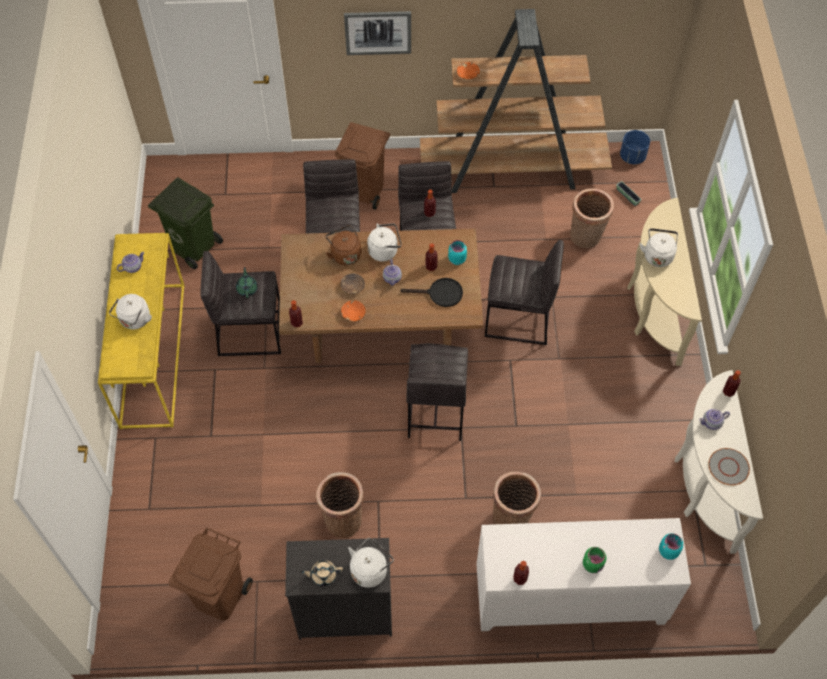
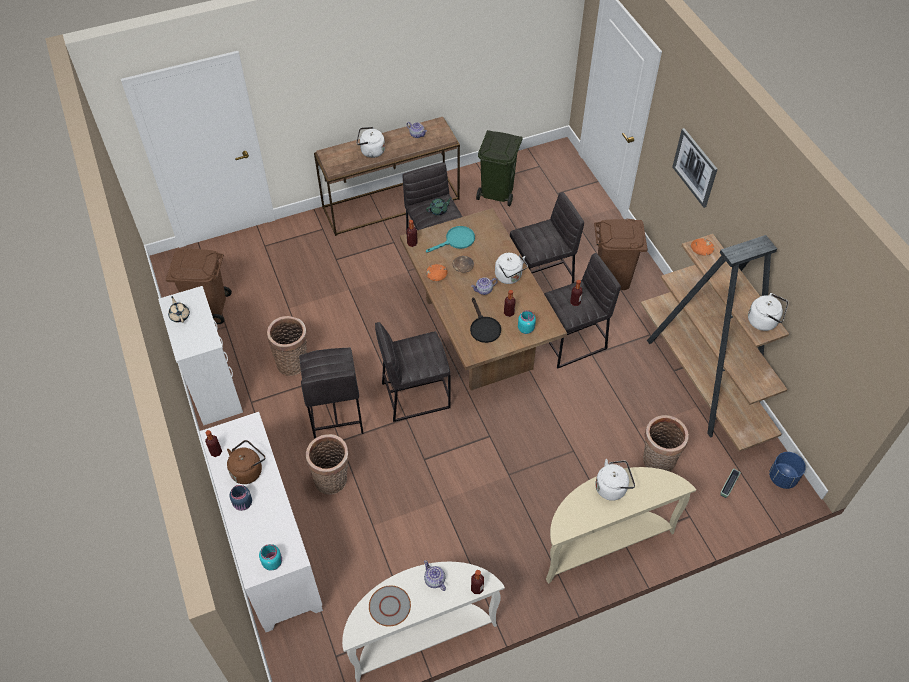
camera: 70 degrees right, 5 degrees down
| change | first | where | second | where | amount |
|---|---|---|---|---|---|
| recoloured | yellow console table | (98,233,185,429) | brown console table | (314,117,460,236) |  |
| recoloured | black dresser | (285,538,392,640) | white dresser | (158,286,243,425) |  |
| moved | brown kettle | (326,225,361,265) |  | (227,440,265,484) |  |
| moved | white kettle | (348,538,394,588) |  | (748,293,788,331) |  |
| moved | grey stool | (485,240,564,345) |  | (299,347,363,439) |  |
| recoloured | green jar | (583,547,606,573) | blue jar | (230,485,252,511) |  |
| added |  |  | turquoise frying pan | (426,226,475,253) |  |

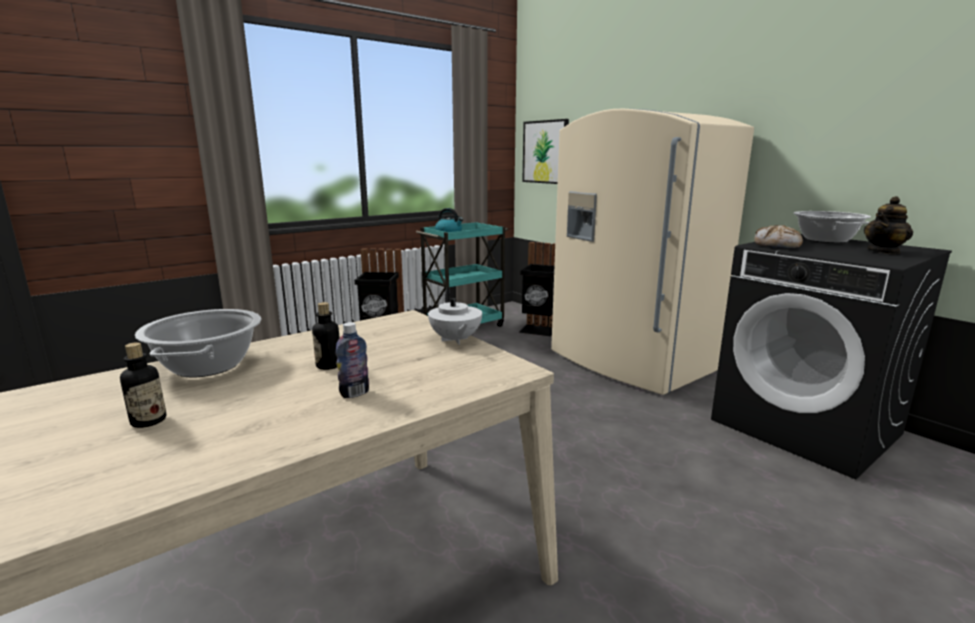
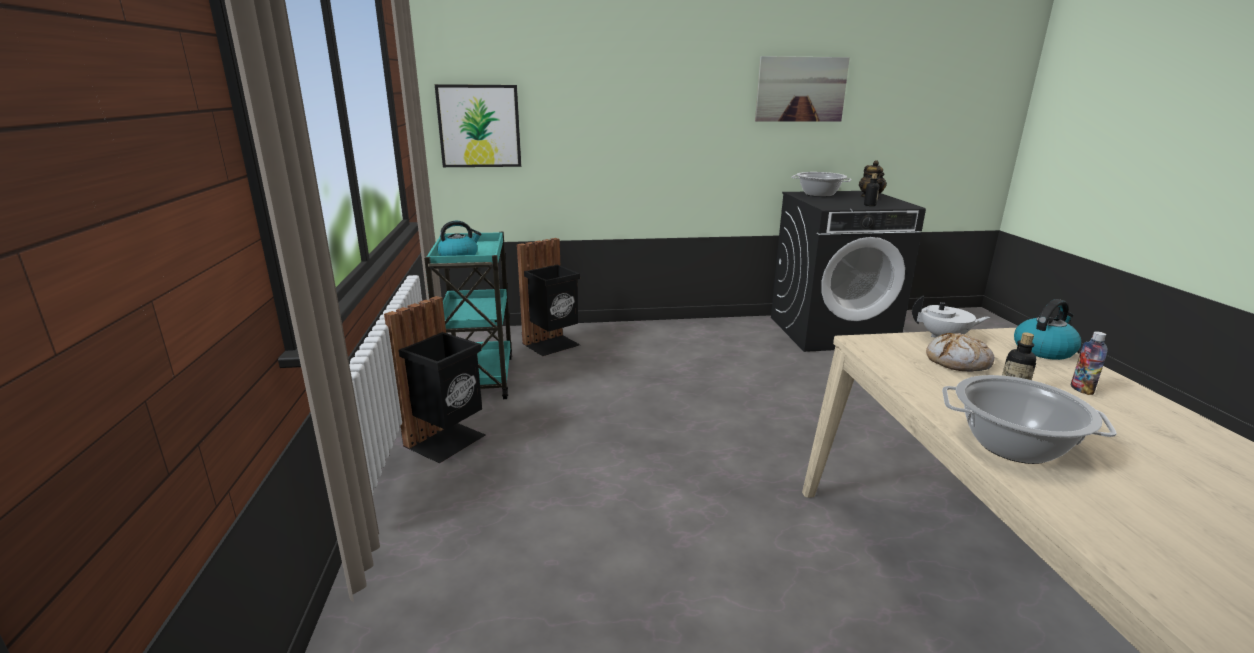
camera: 60 degrees left, 5 degrees up
| change | first | where | second | where | amount |
|---|---|---|---|---|---|
| moved | bottle | (120,342,166,428) |  | (864,173,879,206) |  |
| removed | beige fridge | (551,109,754,395) |  |  |  |
| moved | bread | (754,225,803,248) |  | (926,333,995,371) |  |
| added |  |  | picture | (755,56,850,122) |  |
| added |  |  | kettle | (1014,299,1081,360) |  |

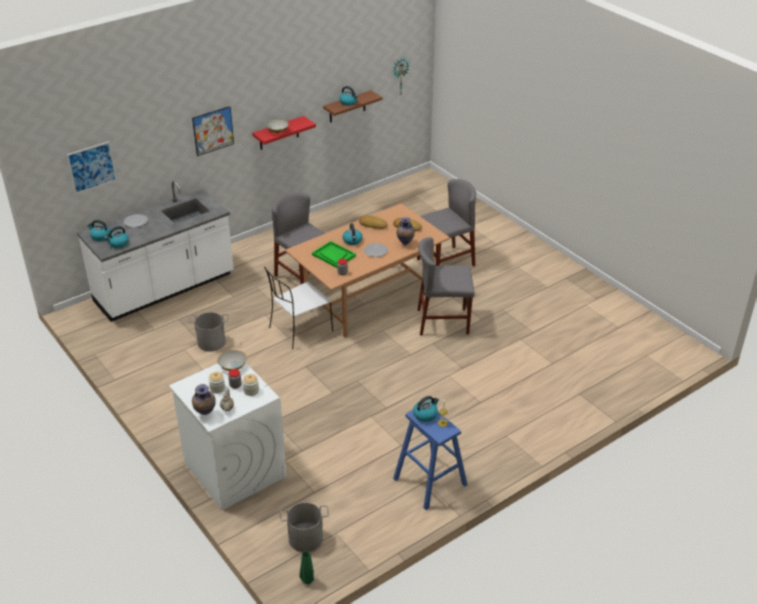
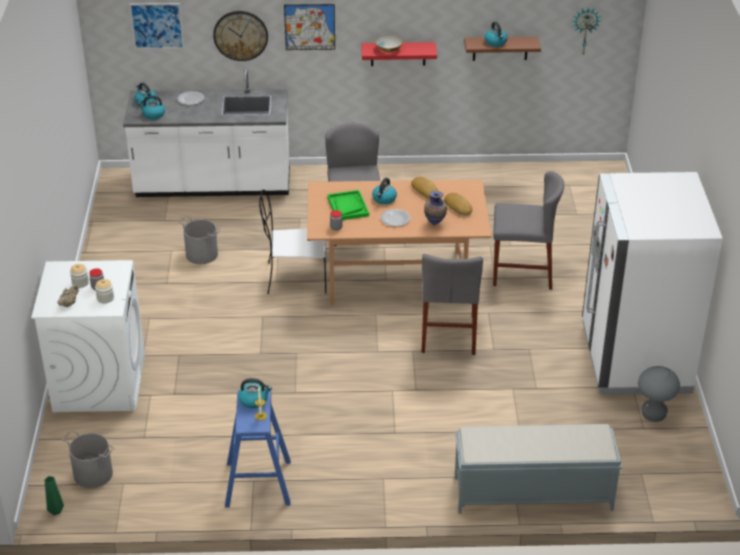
camera: 35 degrees right, 0 degrees up
| change | first | where | second | where | amount |
|---|---|---|---|---|---|
| removed | vase | (192,384,216,415) |  |  |  |
| removed | bowl | (217,350,247,371) |  |  |  |
| turned | grey chair | (418,237,475,336) |  | (421,254,483,355) | 120 degrees counterclockwise |
| added |  |  | wall clock | (213,11,268,61) |  |
| added |  |  | grey bench | (455,424,622,514) |  |
| added |  |  | white fridge | (582,172,723,395) |  |
| added |  |  | grey stool | (638,366,680,422) |  |

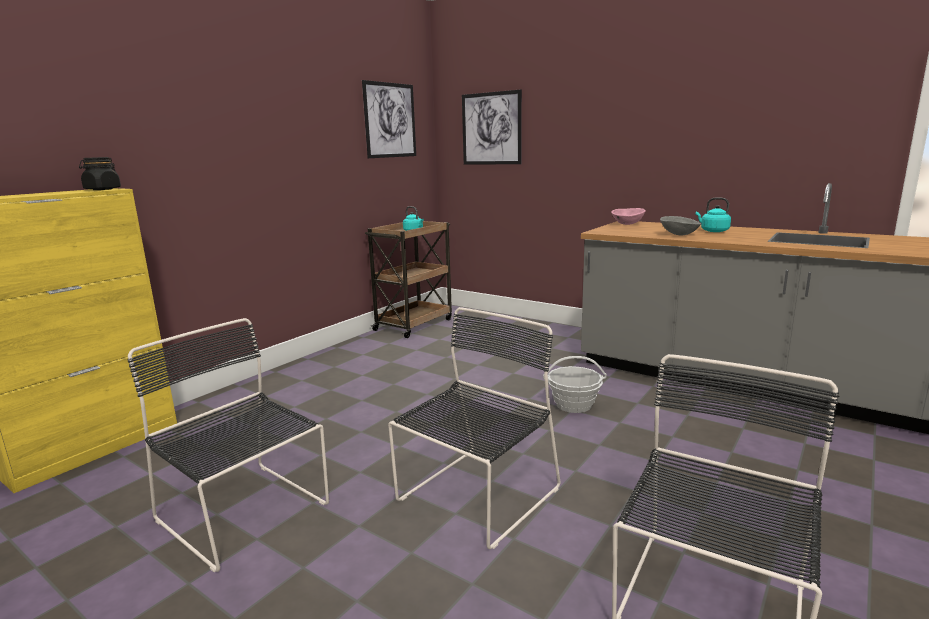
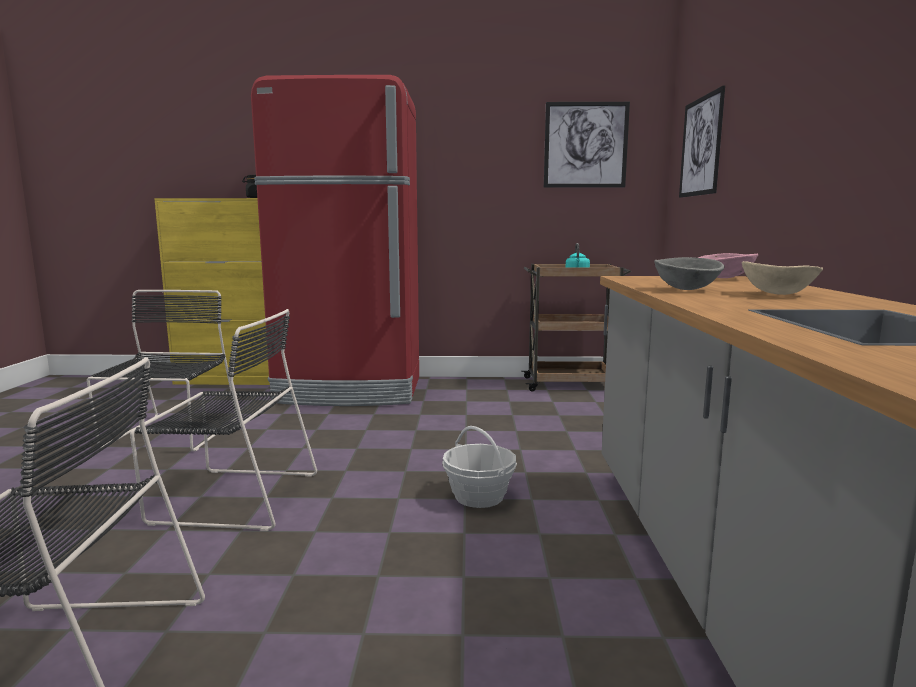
camera: 55 degrees right, 5 degrees down
| change | first | where | second | where | amount |
|---|---|---|---|---|---|
| replaced | turquoise kettle | (696,197,731,232) | beige bowl | (742,261,823,295) |  |
| added |  |  | red fridge | (251,75,419,406) |  |

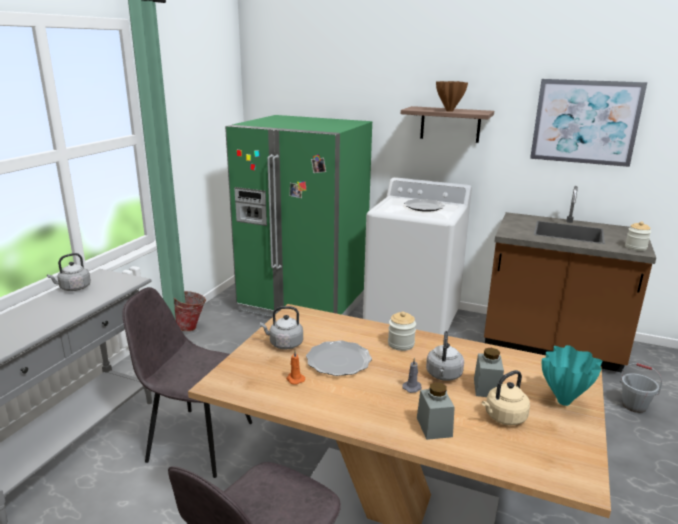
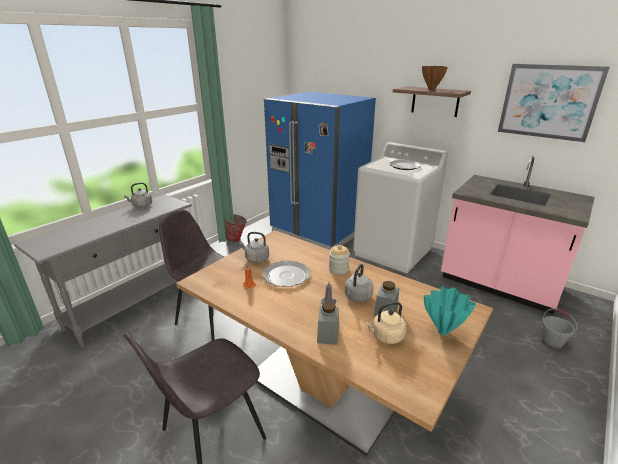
camera: 15 degrees right, 5 degrees up
| change | first | where | second | where | amount |
|---|---|---|---|---|---|
| recoloured | green fridge | (225,115,372,317) | blue fridge | (264,92,376,250) |  |
| recoloured | brown counter | (484,186,656,372) | pink counter | (441,156,595,314) |  |
| removed | jar | (625,221,651,251) |  |  |  |

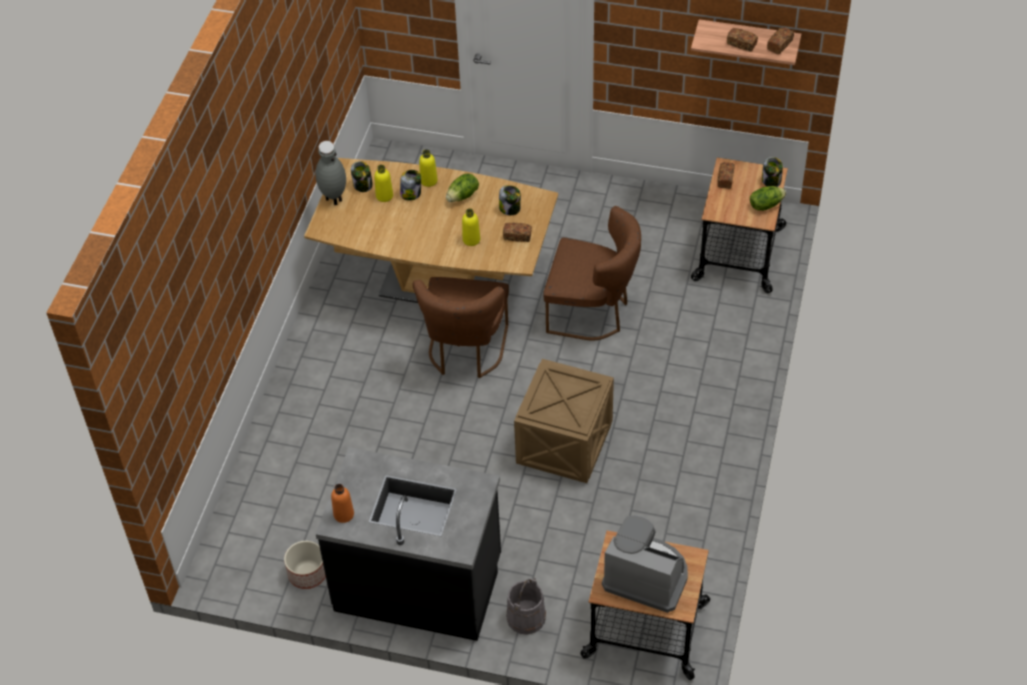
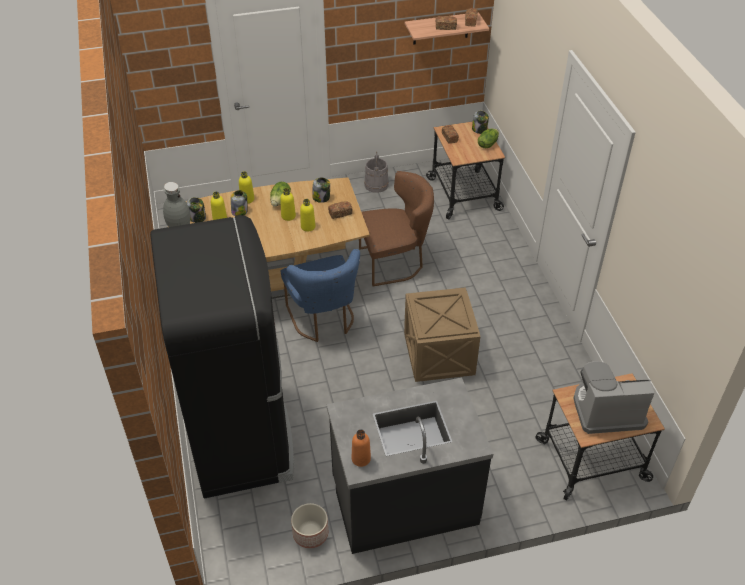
camera: 30 degrees left, 5 degrees down
| change | first | where | second | where | amount |
|---|---|---|---|---|---|
| recoloured | brown chair | (412,277,509,378) | blue chair | (280,249,360,342) |  |
| moved | grey bucket | (506,578,546,635) |  | (364,151,389,193) |  |
| added |  |  | black fridge | (150,215,294,498) |  |
| added |  |  | yellow bottle | (280,188,296,221) |  |

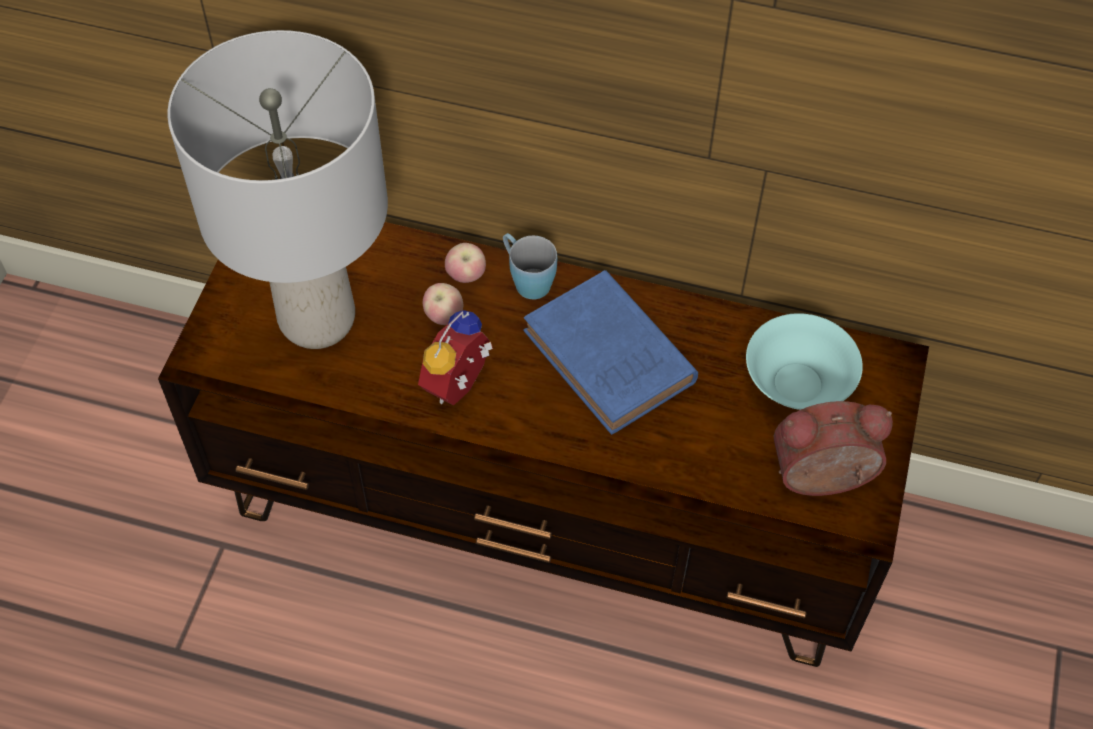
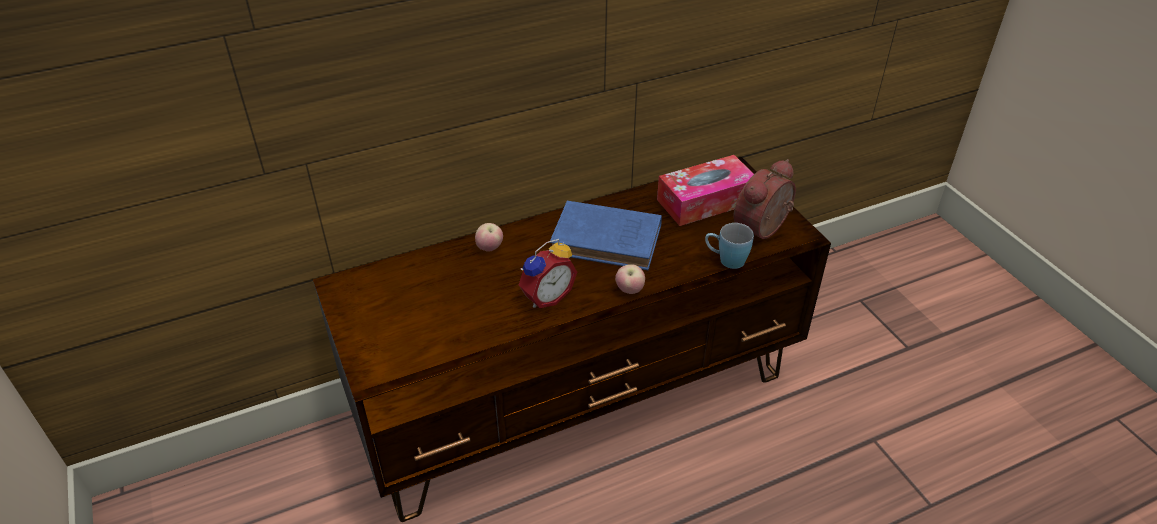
camera: 40 degrees left, 15 degrees down
| change | first | where | second | where | amount |
|---|---|---|---|---|---|
| removed | grey table lamp | (168,30,388,349) |  |  |  |
| turned | alarm clock | (418,310,493,406) |  | (519,239,577,308) | 120 degrees counterclockwise |
| moved | apple | (423,283,463,325) |  | (615,264,645,294) |  |
| moved | blue mug | (503,233,557,300) |  | (705,223,754,269) |  |
| replaced | turquoise bowl | (746,313,863,410) | tissue box | (657,155,754,226) |  |

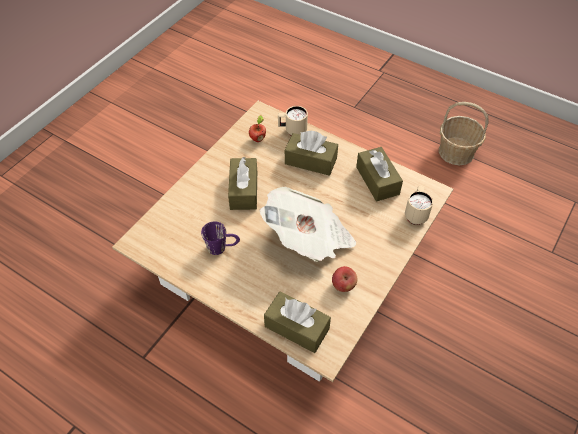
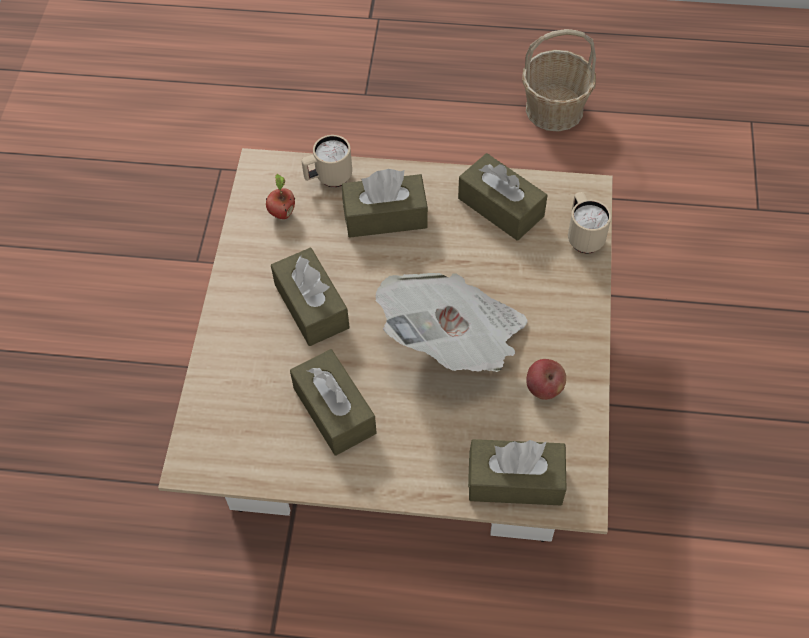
camera: 25 degrees left, 5 degrees up
| change | first | where | second | where | amount |
|---|---|---|---|---|---|
| replaced | purple mug | (201,221,240,255) | brown tissue box | (290,349,377,456) |  |

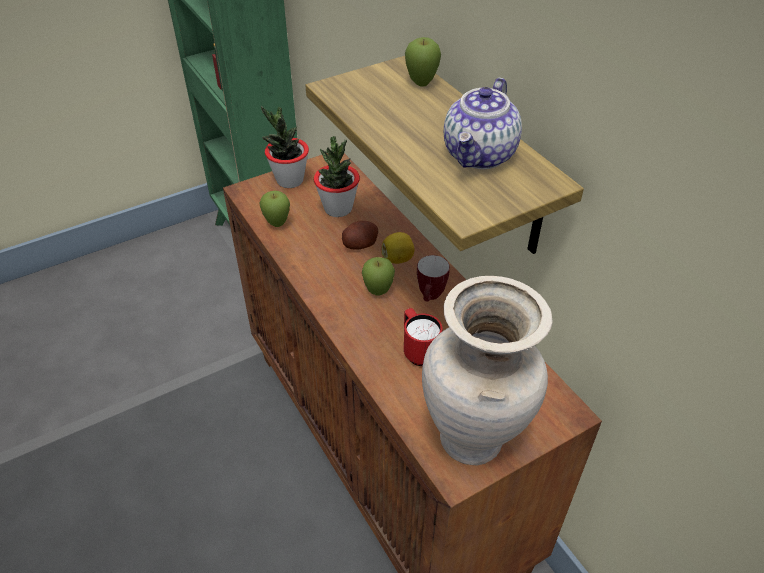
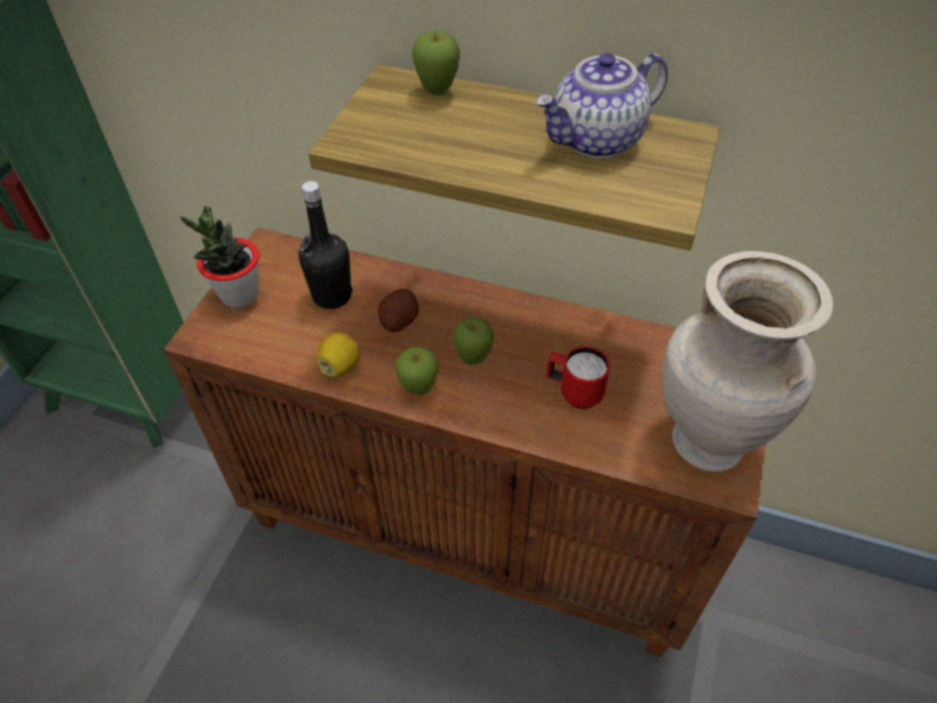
camera: 40 degrees left, 5 degrees up
| change | first | where | second | where | amount |
|---|---|---|---|---|---|
| moved | apple | (259,191,290,227) |  | (395,347,439,395) |  |
| replaced | potted plant | (314,136,360,217) | black bottle | (299,181,353,309) |  |
| moved | lemon | (382,232,414,264) |  | (316,333,360,377) |  |
| removed | mug | (417,255,450,302) |  |  |  |
| turned | teapot | (444,78,522,169) |  | (536,53,668,158) | 75 degrees clockwise |

